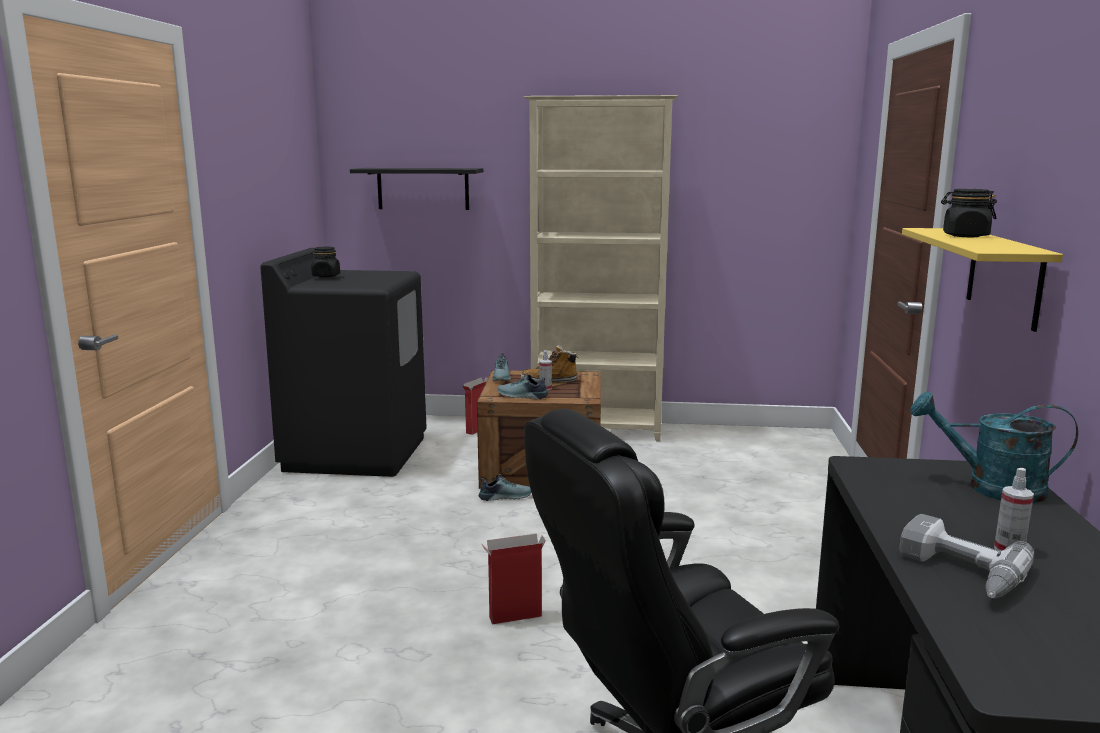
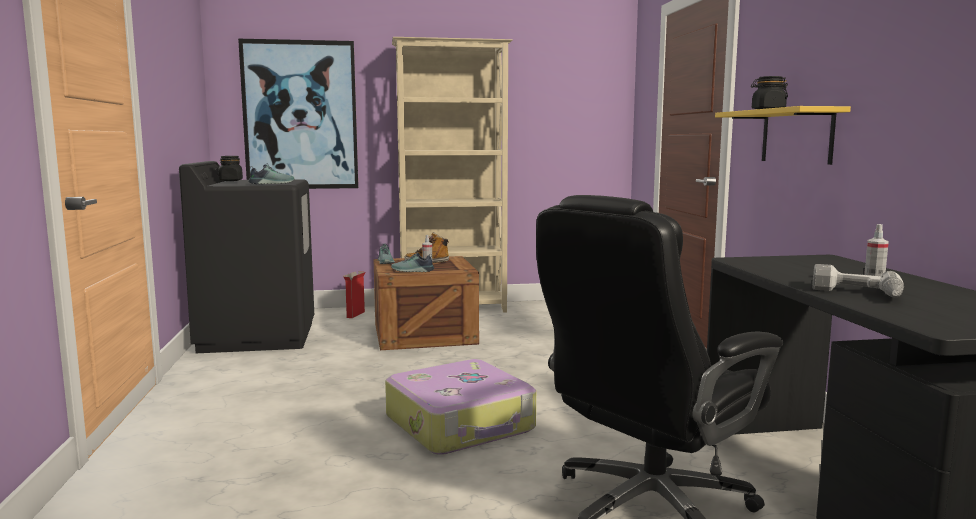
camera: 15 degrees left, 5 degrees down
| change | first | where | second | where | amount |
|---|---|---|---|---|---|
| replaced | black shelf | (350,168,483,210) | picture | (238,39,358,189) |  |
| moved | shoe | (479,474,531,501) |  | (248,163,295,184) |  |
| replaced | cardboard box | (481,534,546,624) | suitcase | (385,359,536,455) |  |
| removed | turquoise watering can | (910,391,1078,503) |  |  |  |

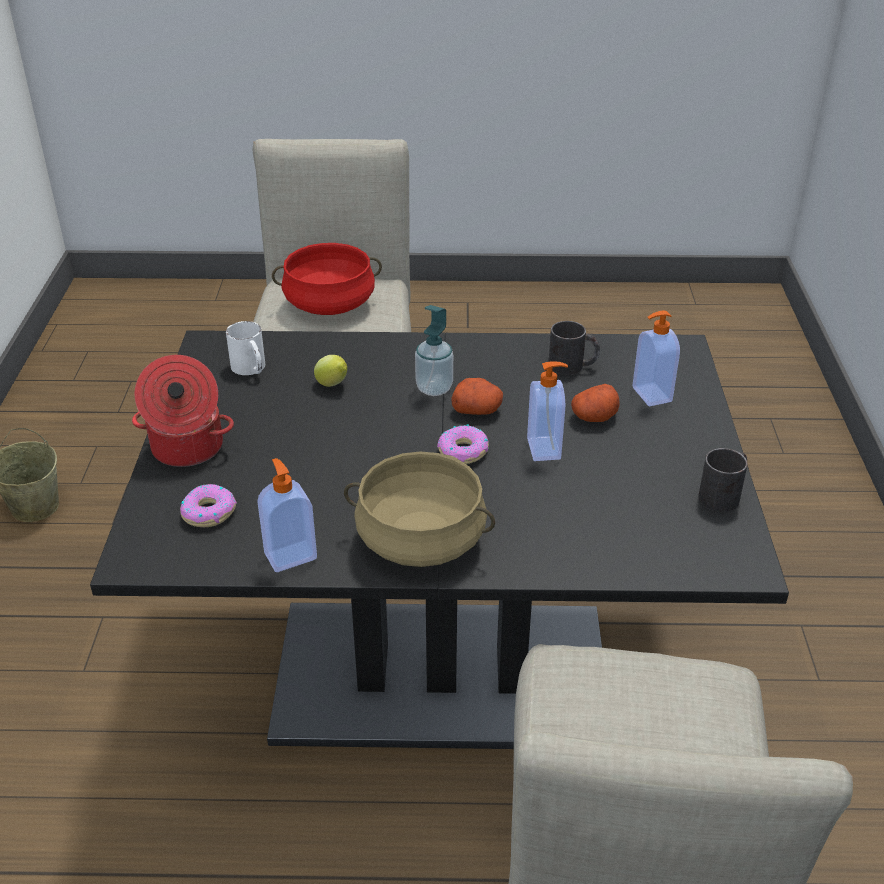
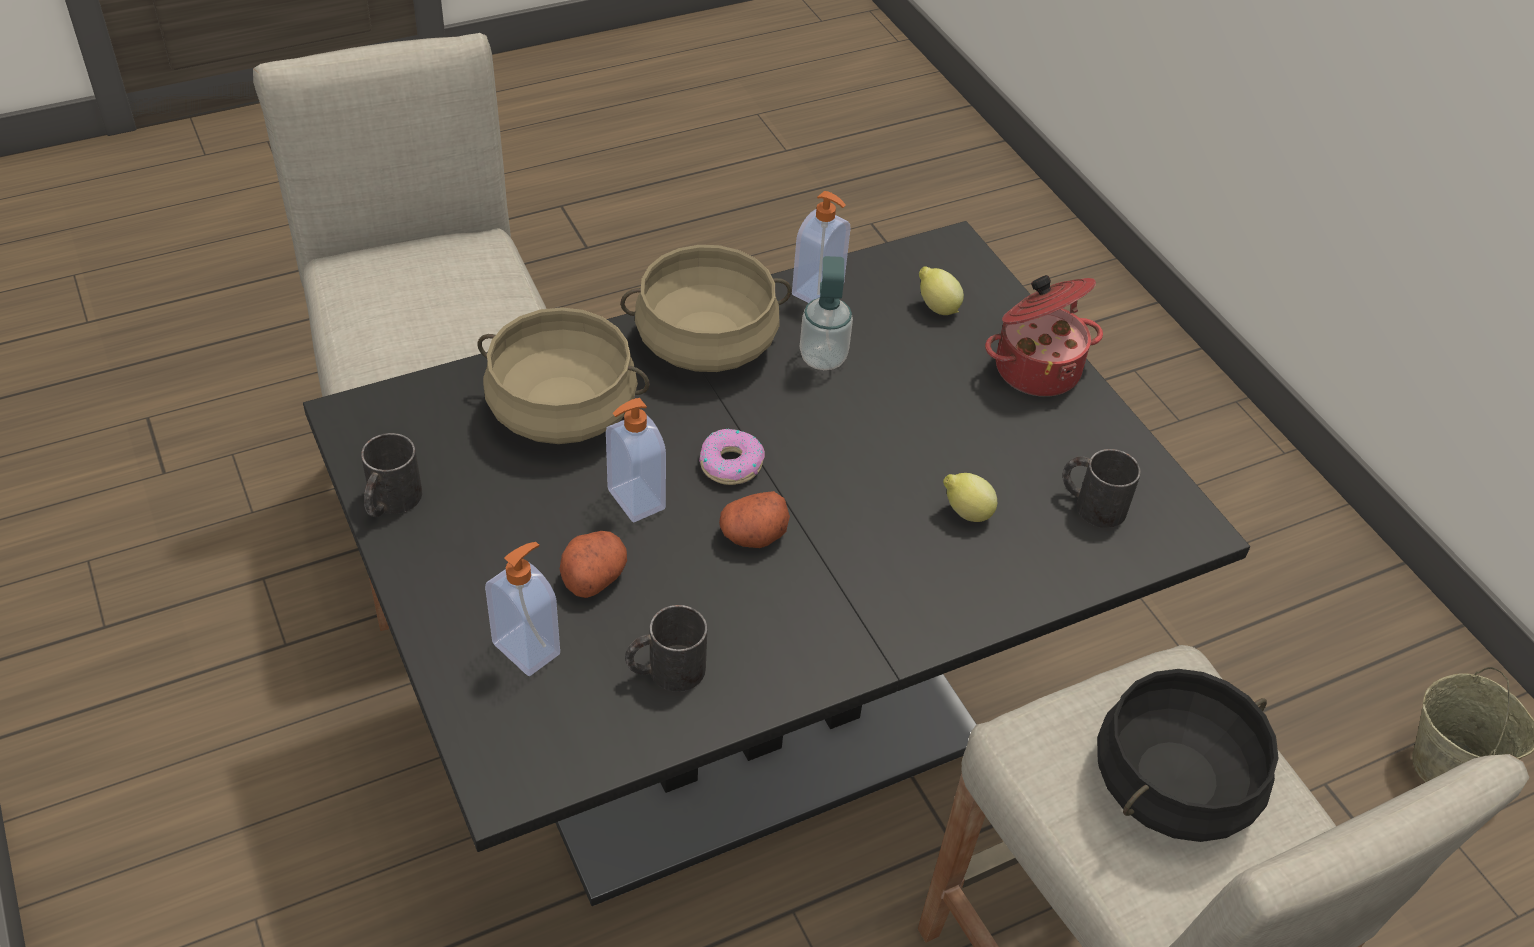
camera: 150 degrees right, 10 degrees up
| change | first | where | second | where | amount |
|---|---|---|---|---|---|
| replaced | donut | (180,484,237,527) | lemon | (919,266,964,315) |  |
| recoloured | white mug | (226,321,265,375) | black mug | (1062,449,1141,528) |  |
| recoloured | red cooking pot | (272,243,382,315) | black cooking pot | (1097,669,1279,842) |  |
| moved | soap dispenser | (415,305,453,396) |  | (800,256,853,370) |  |
| added |  |  | beige cooking pot | (478,307,650,444) |  |

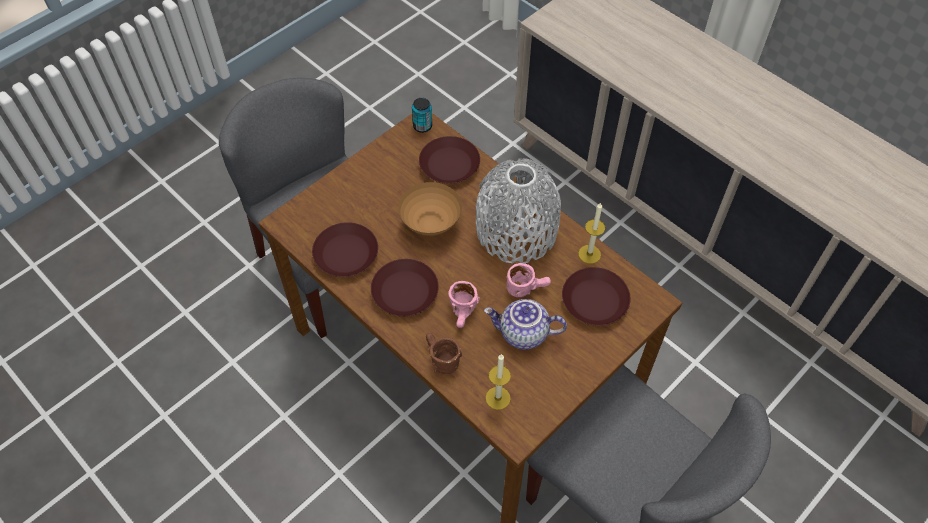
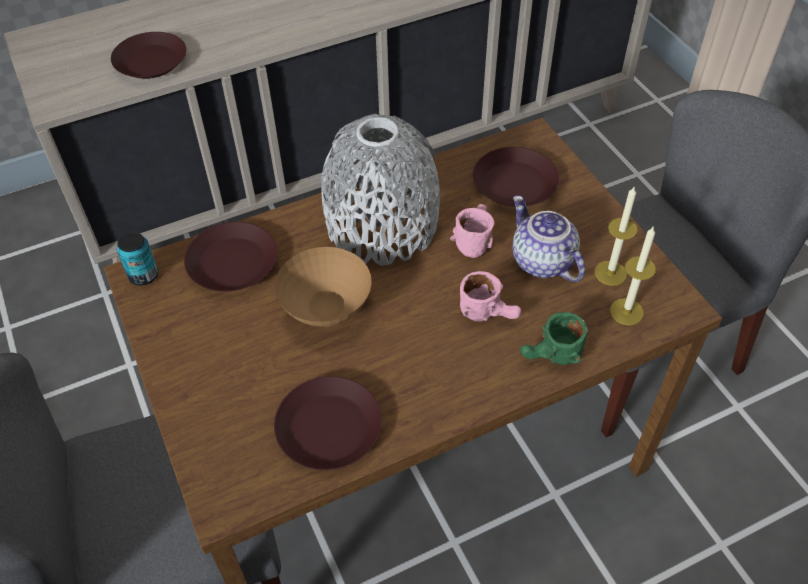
camera: 70 degrees left, 5 degrees down
| change | first | where | second | where | amount |
|---|---|---|---|---|---|
| moved | brown plate | (371,259,439,316) |  | (111,32,186,79) |  |
| recoloured | brown mug | (426,333,462,374) | green mug | (520,312,588,365) |  |
| turned | teapot | (484,299,567,350) |  | (512,196,585,283) | 120 degrees clockwise |
| moved | candle | (578,202,605,264) |  | (595,187,638,286) |  |

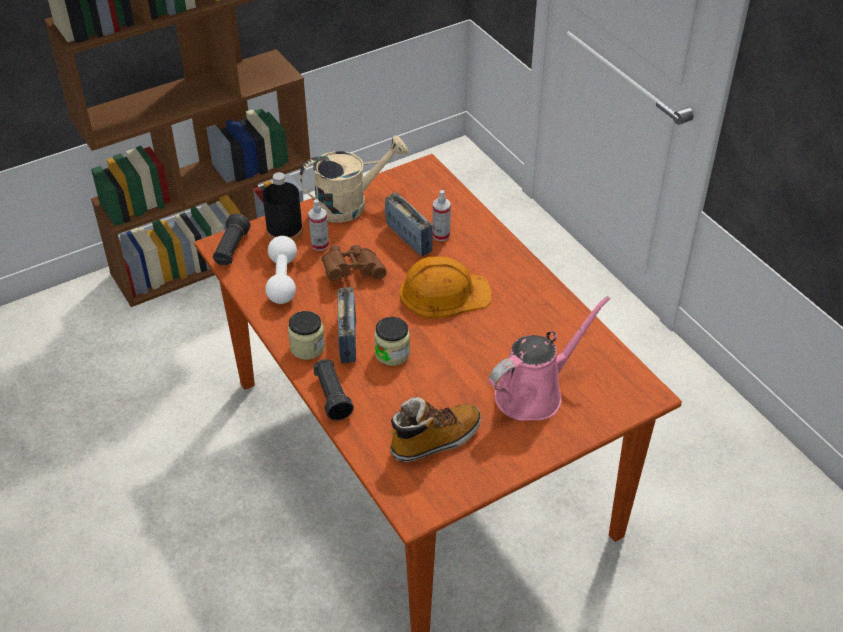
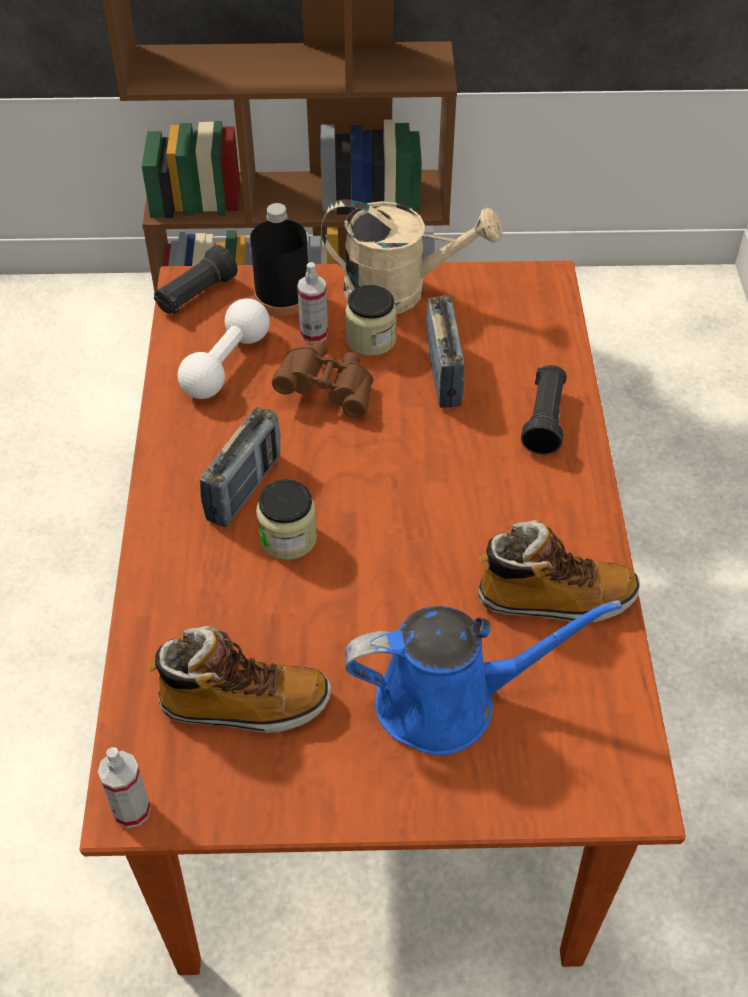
camera: 30 degrees right, 5 degrees up
| change | first | where | second | where | amount |
|---|---|---|---|---|---|
| moved | jar | (288,311,325,360) |  | (345,285,397,356) |  |
| moved | black flashlight | (313,359,354,421) |  | (521,365,566,455) |  |
| removed | orange hard hat | (399,256,492,319) |  |  |  |
| moved | spray bottle | (432,190,451,241) |  | (98,747,151,828) |  |
| recoloured | pink watering can | (489,296,610,421) | blue watering can | (345,600,622,755) |  |
| added |  |  | boot | (478,520,640,623) |  |

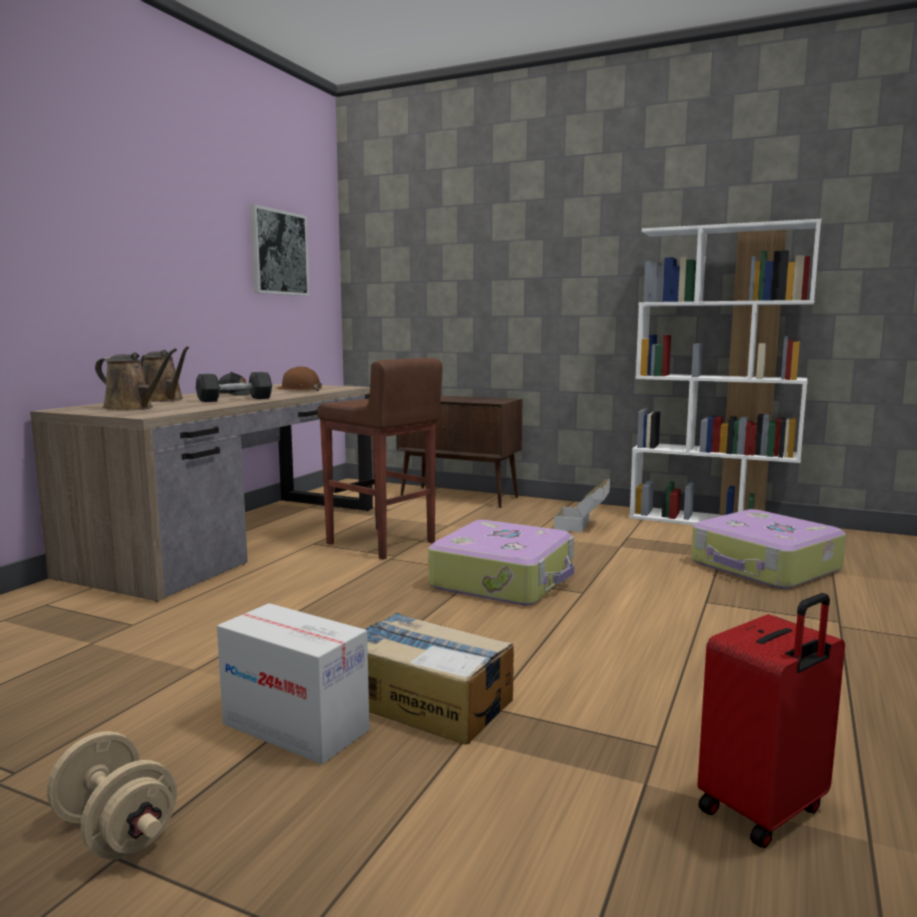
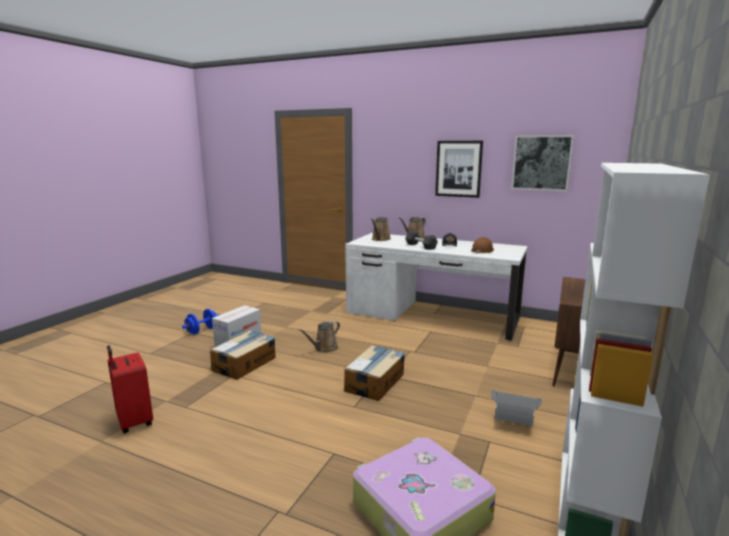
camera: 90 degrees right, 5 degrees up
| change | first | where | second | where | amount |
|---|---|---|---|---|---|
| recoloured | brown desk | (30,384,373,602) | white desk | (345,233,528,340) |  |
| recoloured | beige dumbbell | (47,731,177,860) | blue dumbbell | (182,309,219,335) |  |
| removed | brown stool | (317,358,443,560) |  |  |  |
| replaced | suitcase | (428,520,574,605) | cardboard box | (344,345,405,401) |  |
| added |  |  | brown watering can | (299,321,340,353) |  |
| added |  |  | picture | (435,141,483,198) |  |

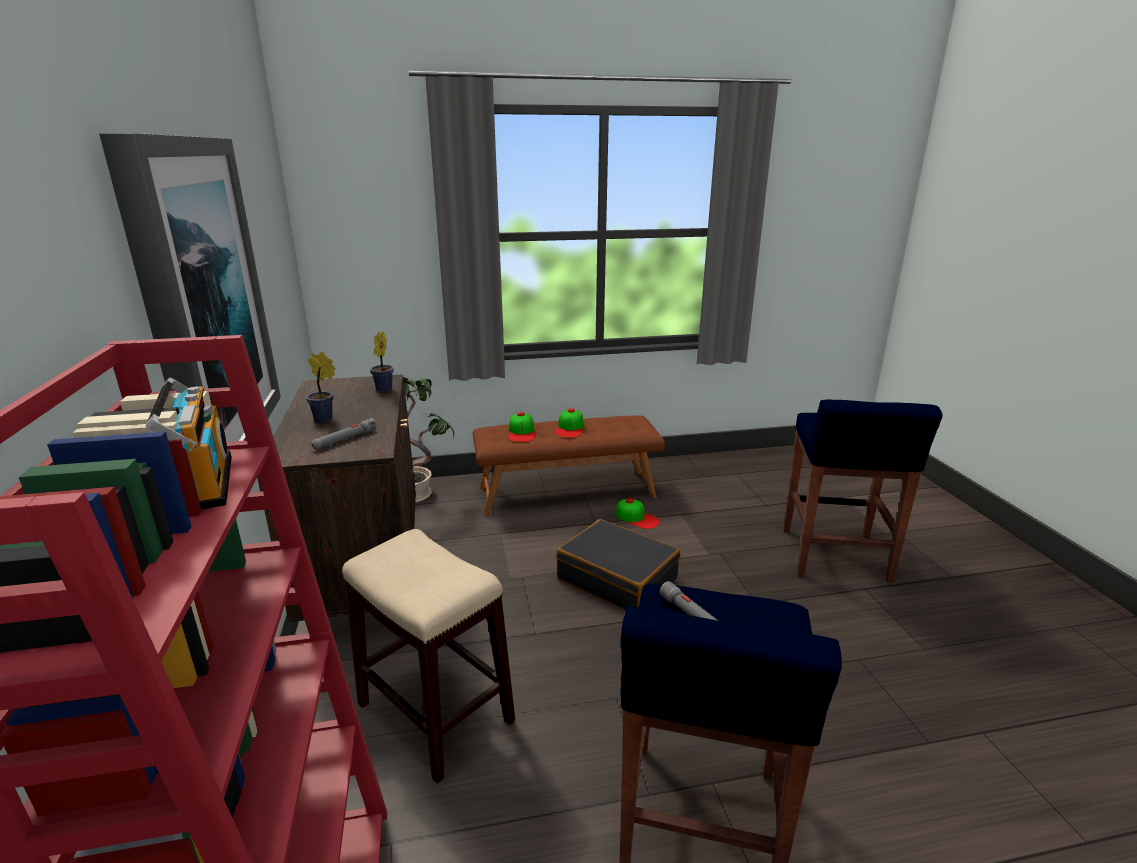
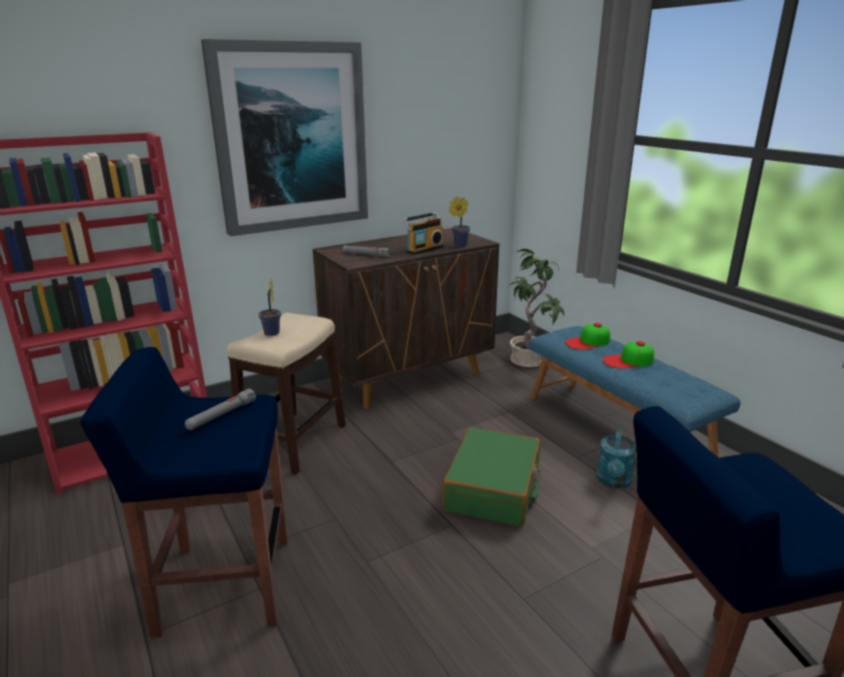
camera: 70 degrees right, 0 degrees up
| change | first | where | second | where | amount |
|---|---|---|---|---|---|
| moved | radio | (145,377,232,510) |  | (402,212,443,255) |  |
| moved | potted plant | (306,352,335,422) |  | (258,277,281,336) |  |
| recoloured | brown bench | (473,416,665,515) | blue bench | (529,326,741,457) |  |
| recoloured | black suitcase | (556,519,680,610) | green suitcase | (442,427,540,527) |  |
| replaced | cap | (616,498,660,529) | turquoise watering can | (596,426,636,489) |  |

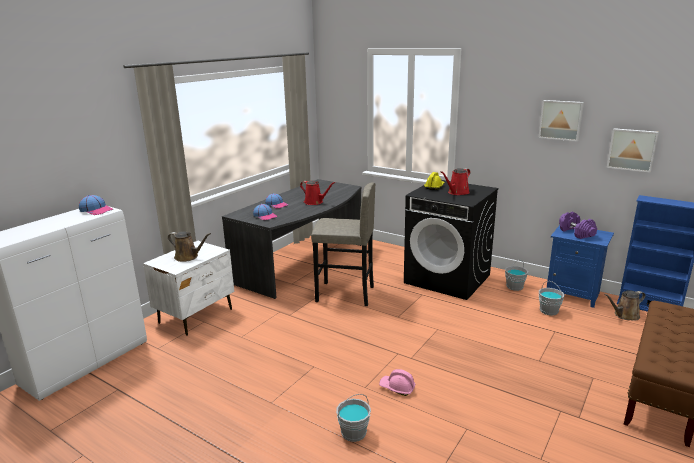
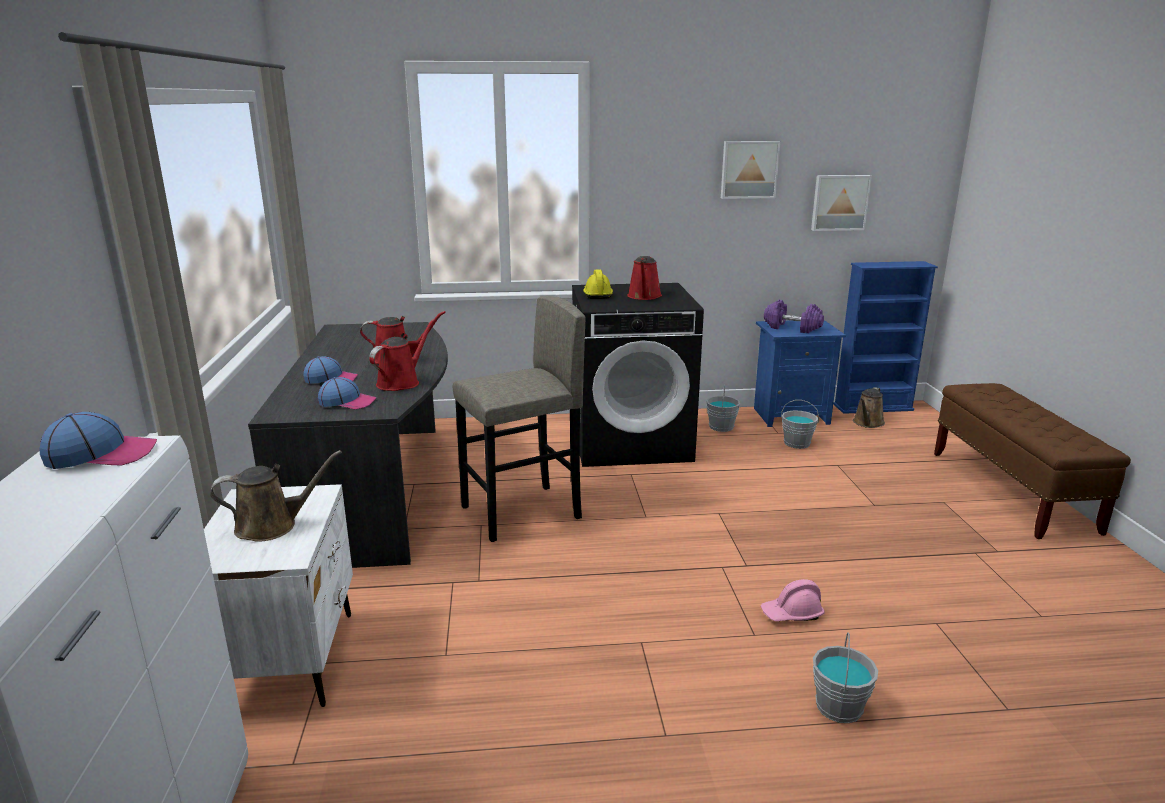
camera: 40 degrees left, 0 degrees up
| change | first | where | second | where | amount |
|---|---|---|---|---|---|
| added |  |  | red watering can | (369,319,435,391) |  |

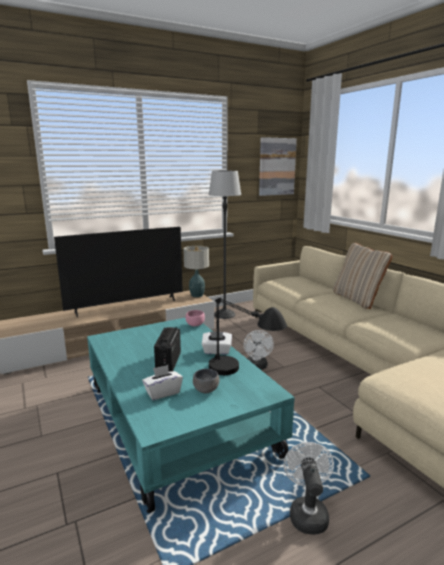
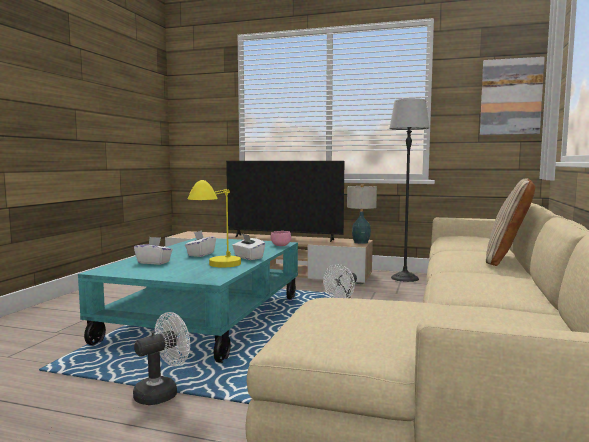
camera: 45 degrees right, 10 degrees down
| change | first | where | second | where | amount |
|---|---|---|---|---|---|
| replaced | radio | (154,327,181,372) | white tissue box | (185,230,216,257) |  |
| removed | grey bowl | (193,369,220,393) |  |  |  |
| recoloured | black table lamp | (209,298,287,375) | yellow table lamp | (188,180,241,268) |  |

